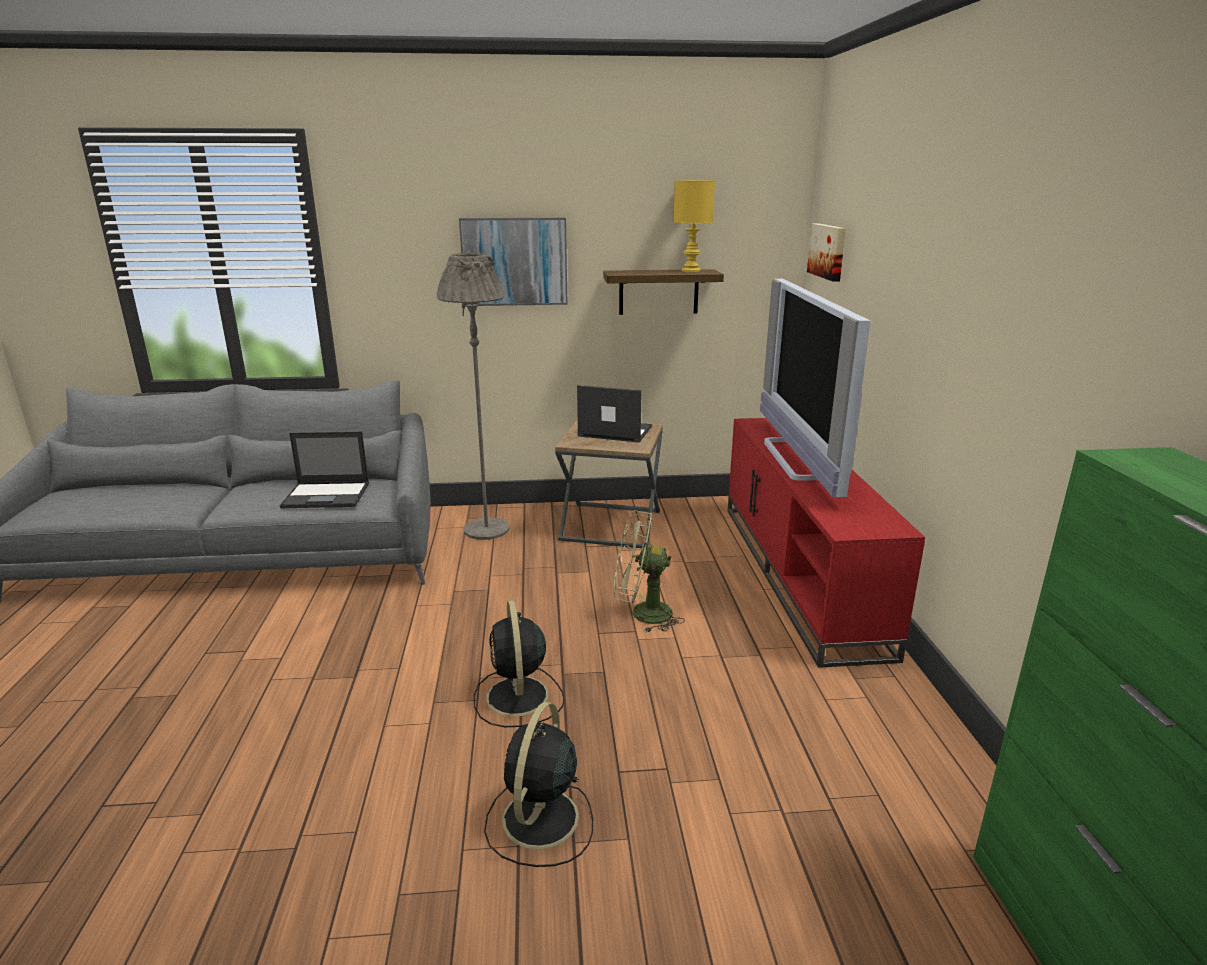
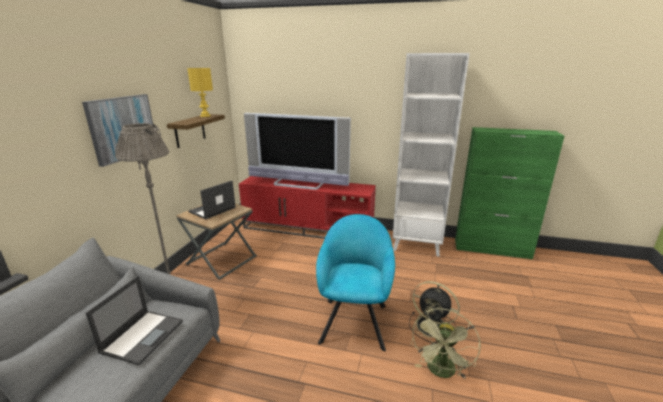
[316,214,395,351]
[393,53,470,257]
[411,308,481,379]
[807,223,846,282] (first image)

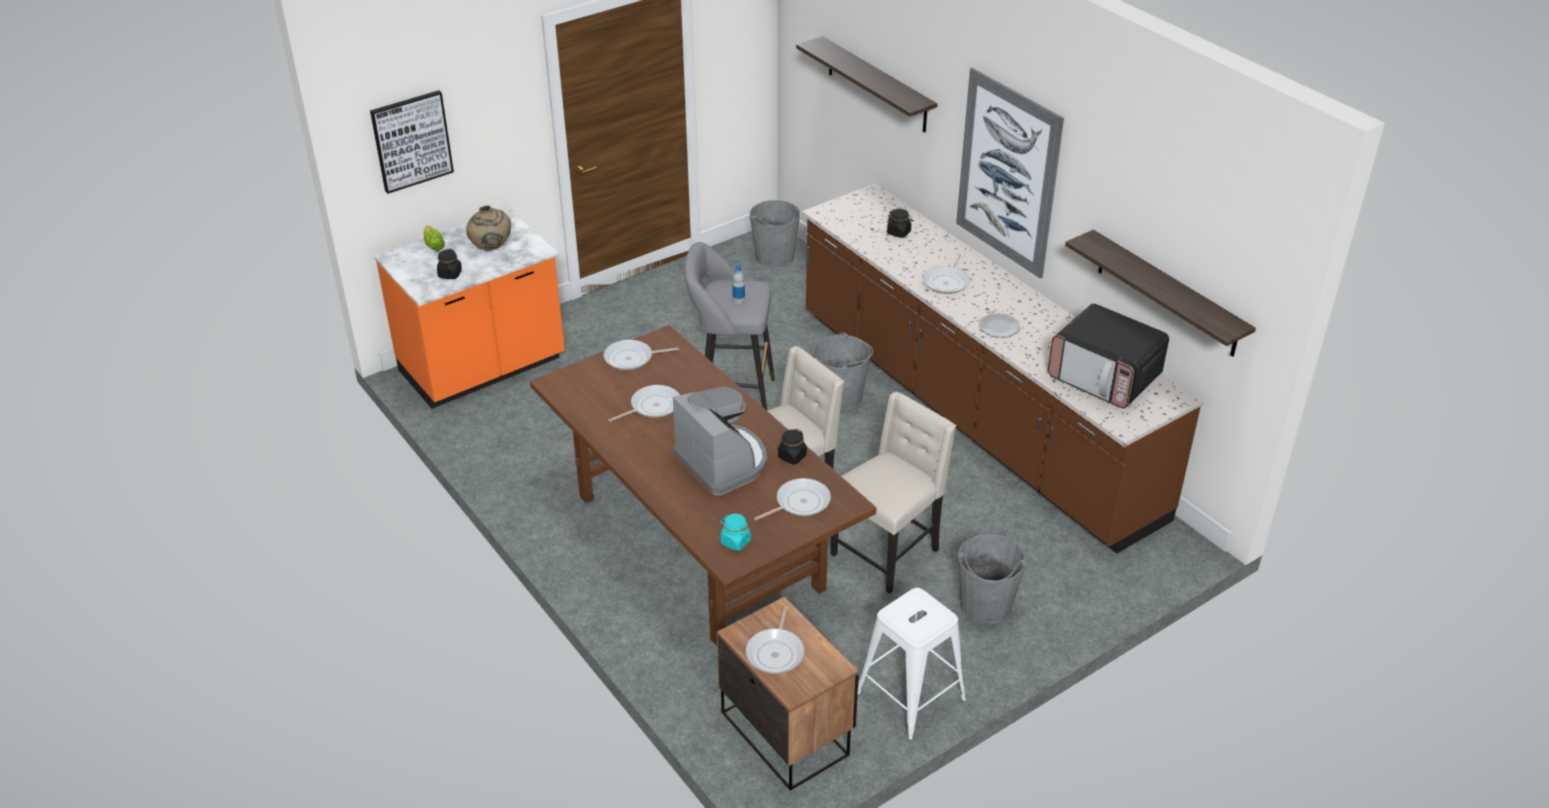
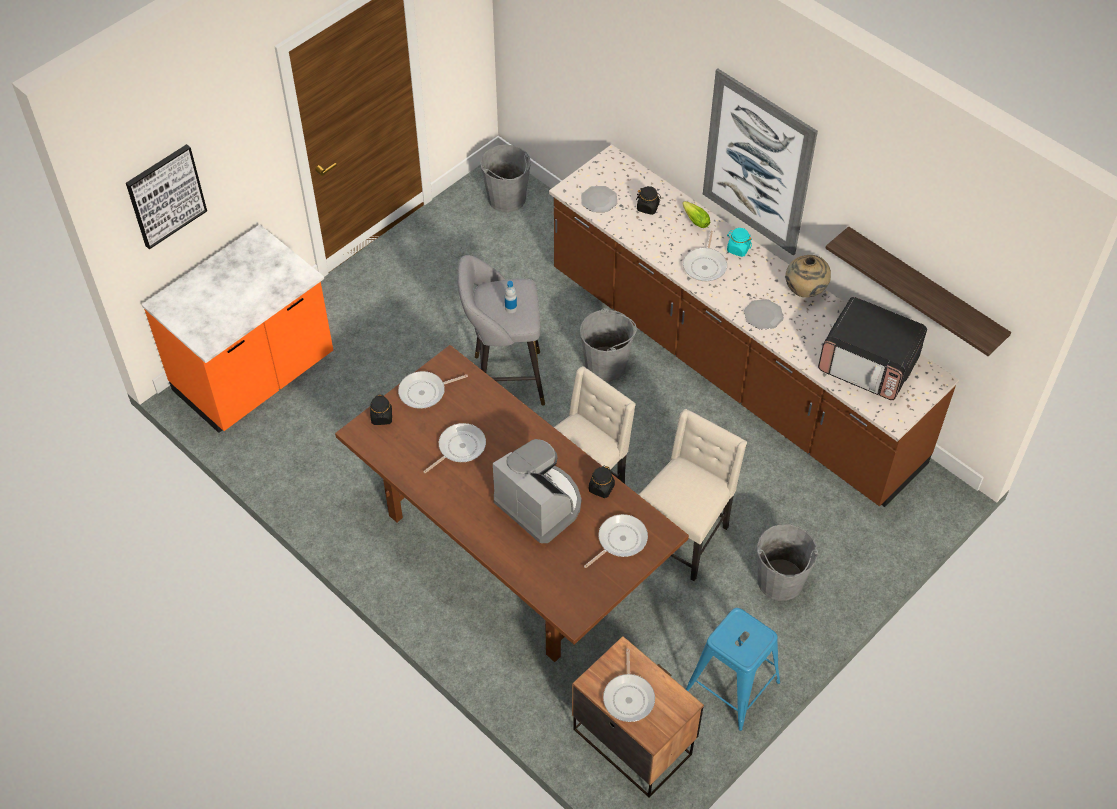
[370,394,392,425]
[581,186,617,212]
[682,201,710,228]
[686,608,780,731]
[727,228,752,257]
[785,255,831,298]
[796,36,937,132] (first image)

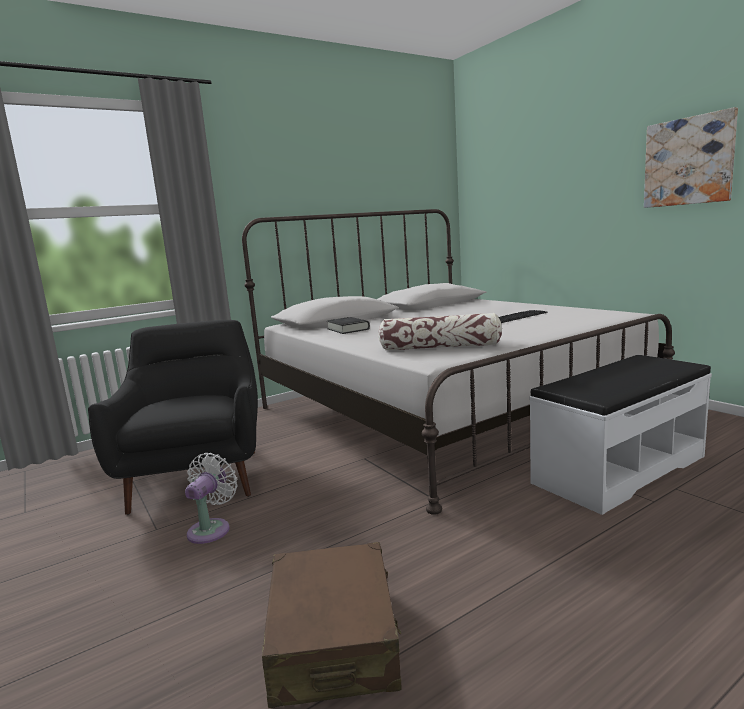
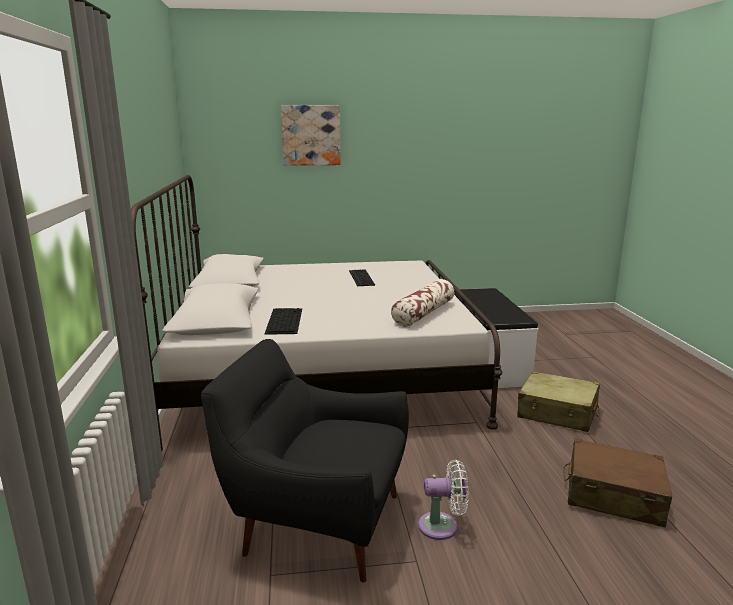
[264,308,302,335]
[281,105,341,166]
[418,460,469,540]
[517,371,600,432]

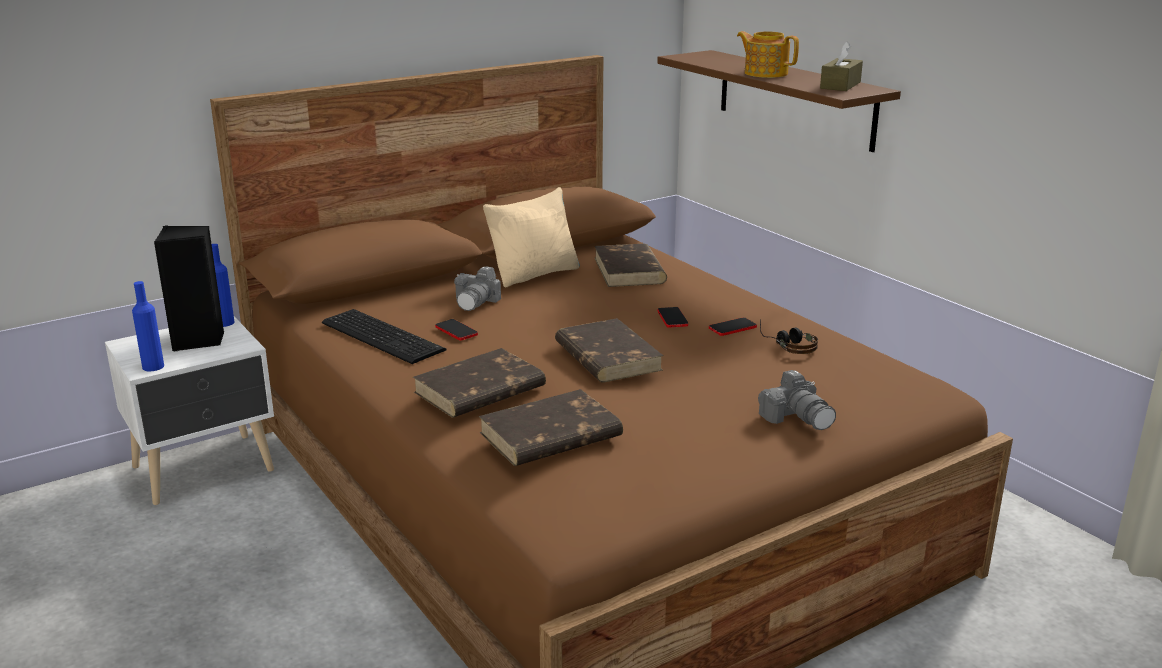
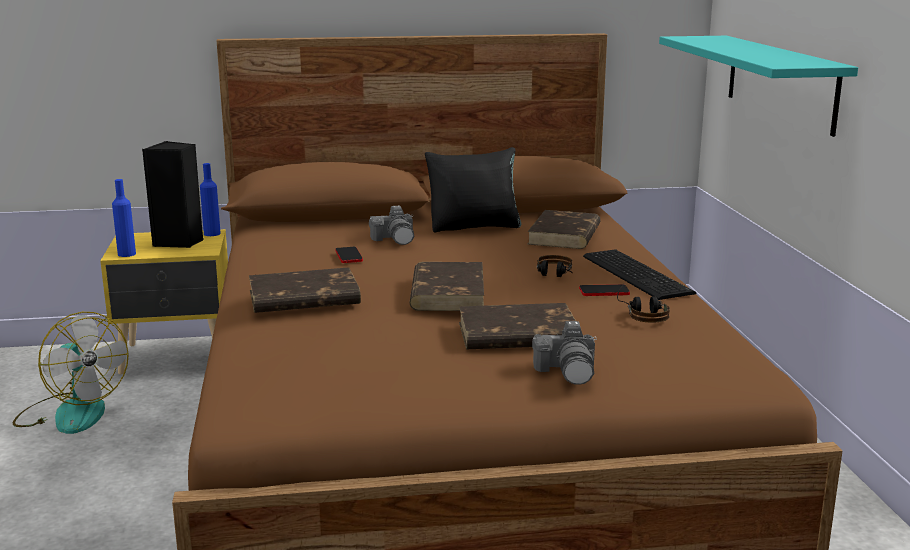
[13,312,129,434]
[100,229,228,374]
[369,206,414,245]
[425,147,521,232]
[459,303,576,349]
[537,255,573,277]
[583,249,696,300]
[659,36,858,137]
[737,31,799,78] (first image)
[820,41,863,91] (first image)

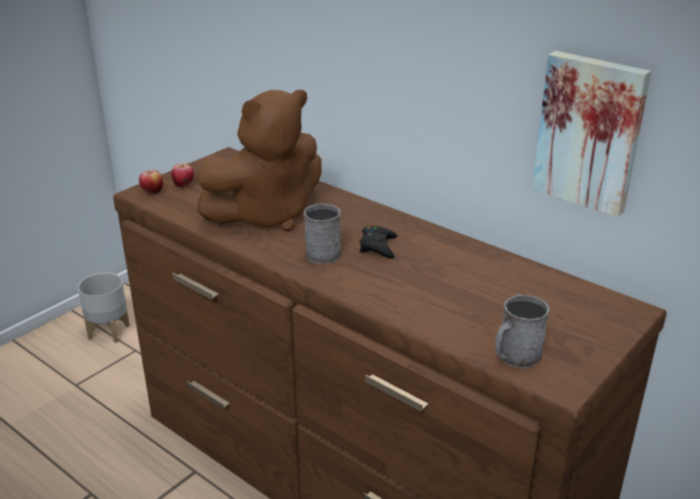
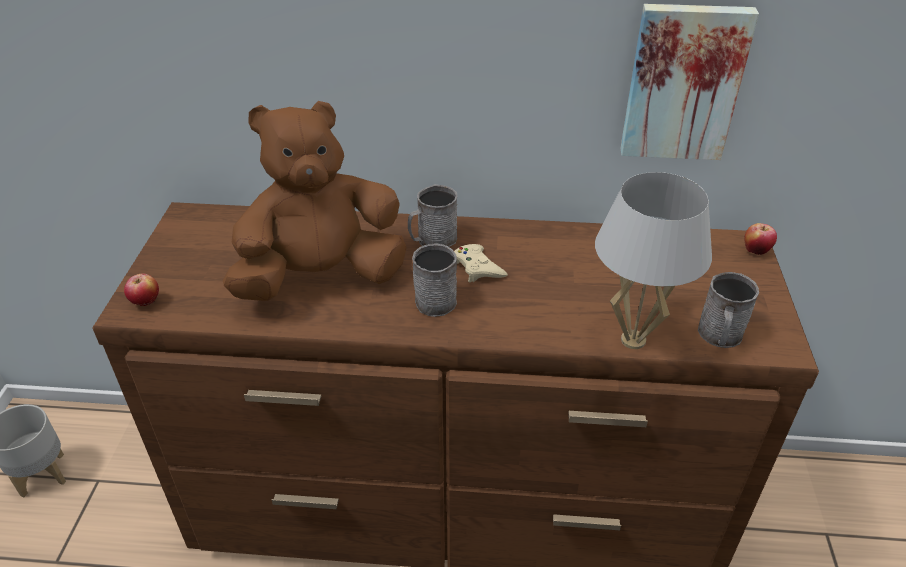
[223,101,407,301]
[408,184,457,247]
[454,244,508,282]
[595,172,712,349]
[744,223,777,255]

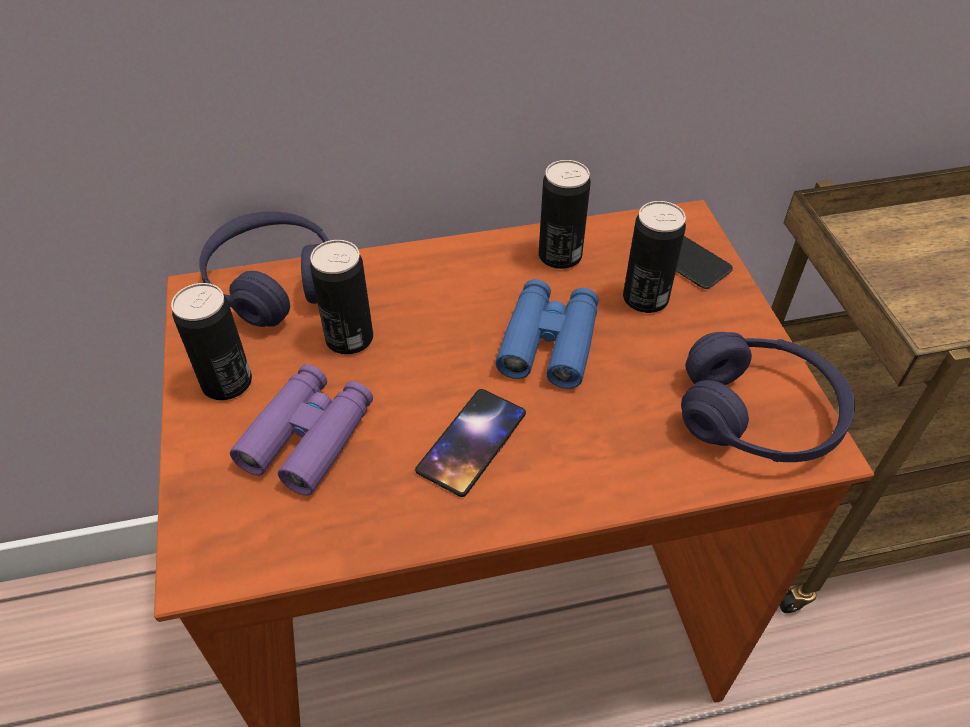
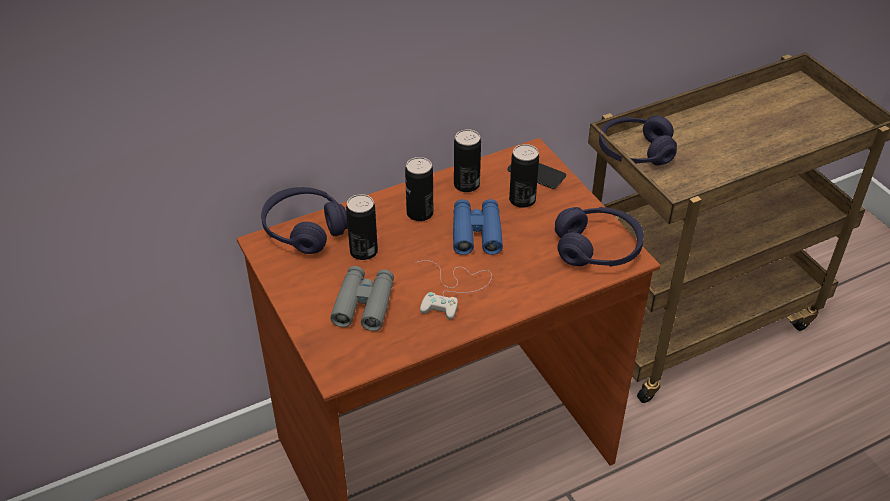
[330,266,394,331]
[405,157,433,221]
[415,260,492,320]
[599,115,677,166]

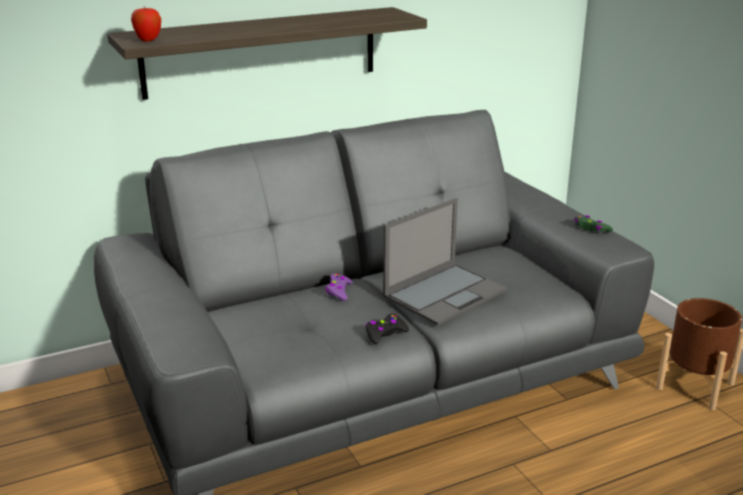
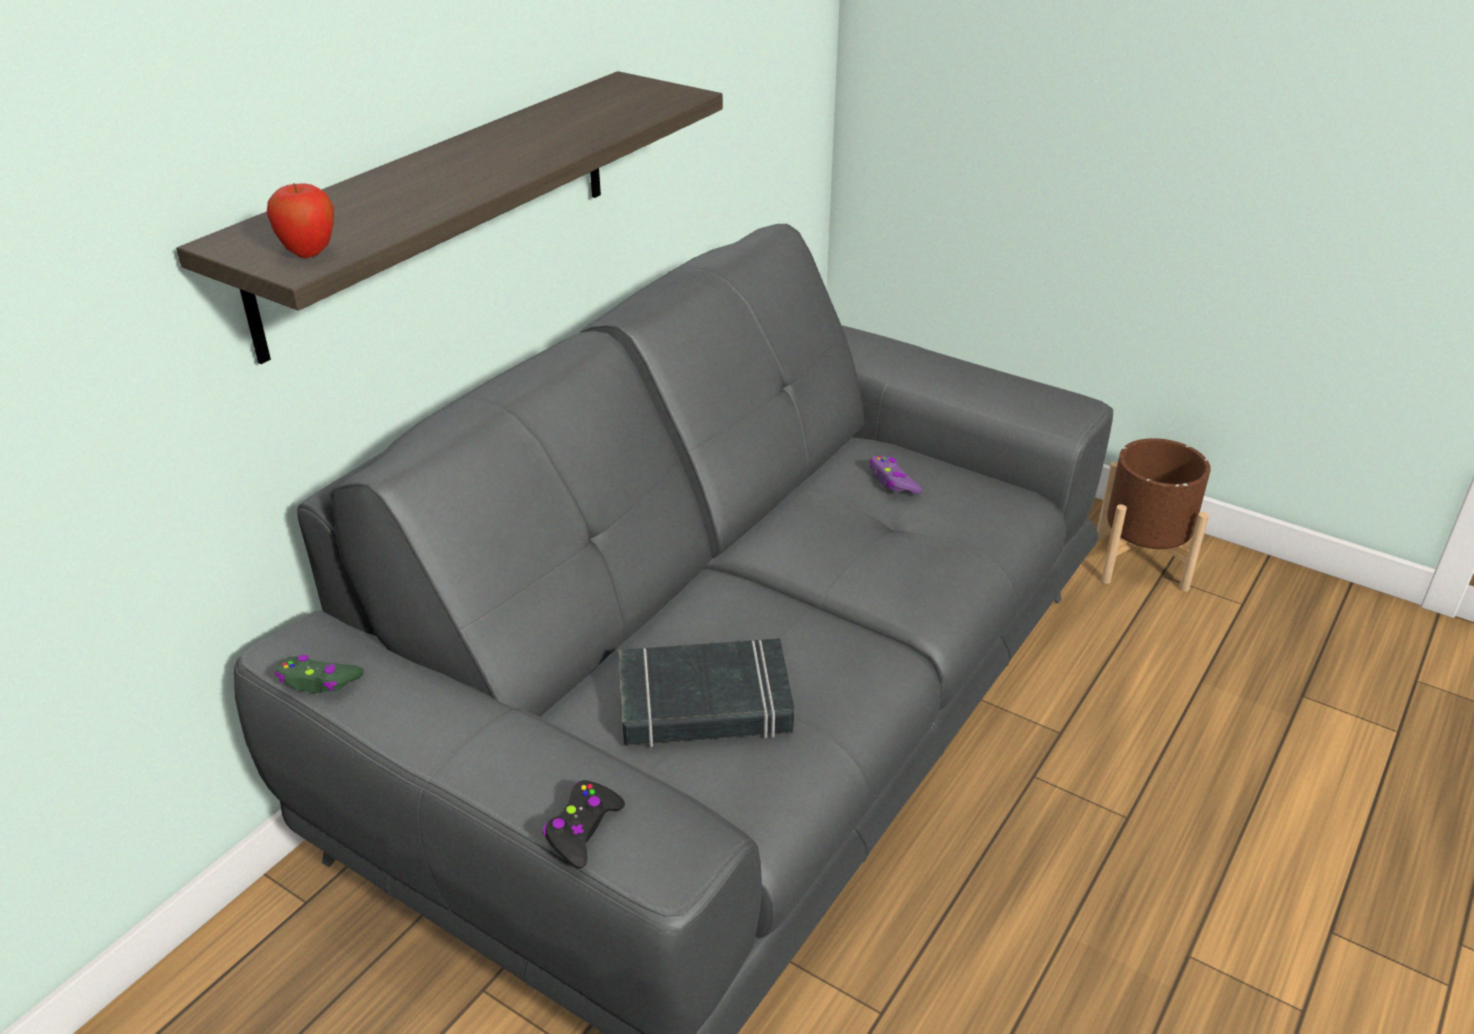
[275,655,364,693]
[543,780,625,869]
[619,638,794,747]
[870,456,922,494]
[383,198,508,326] (first image)

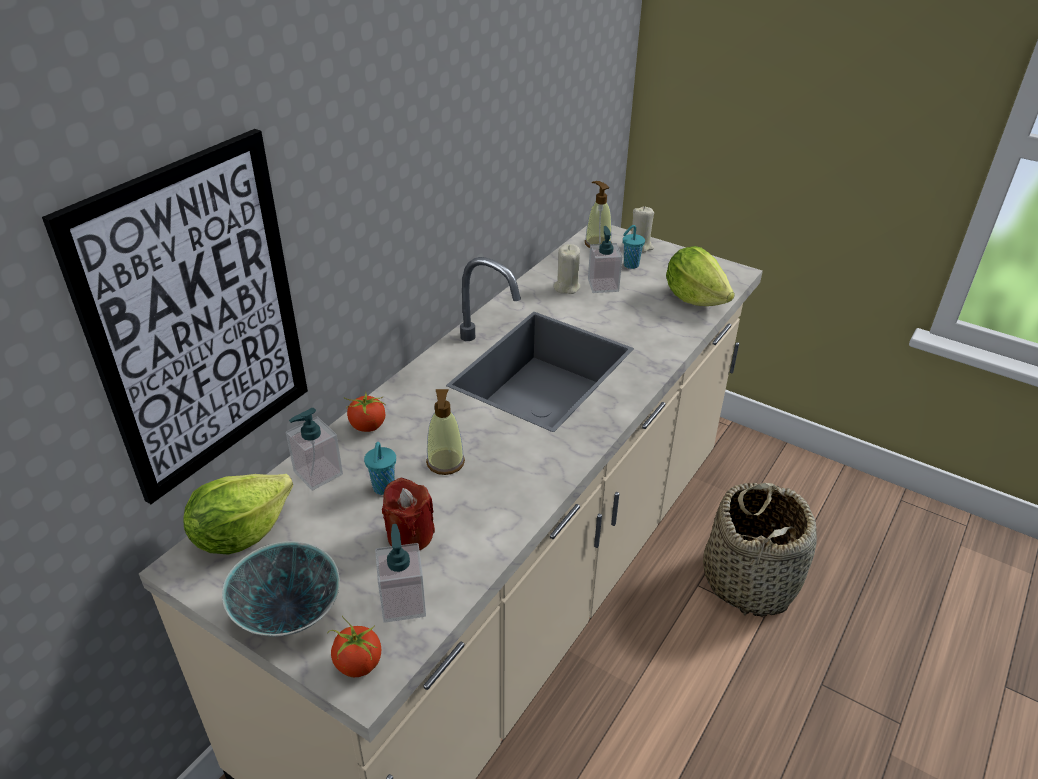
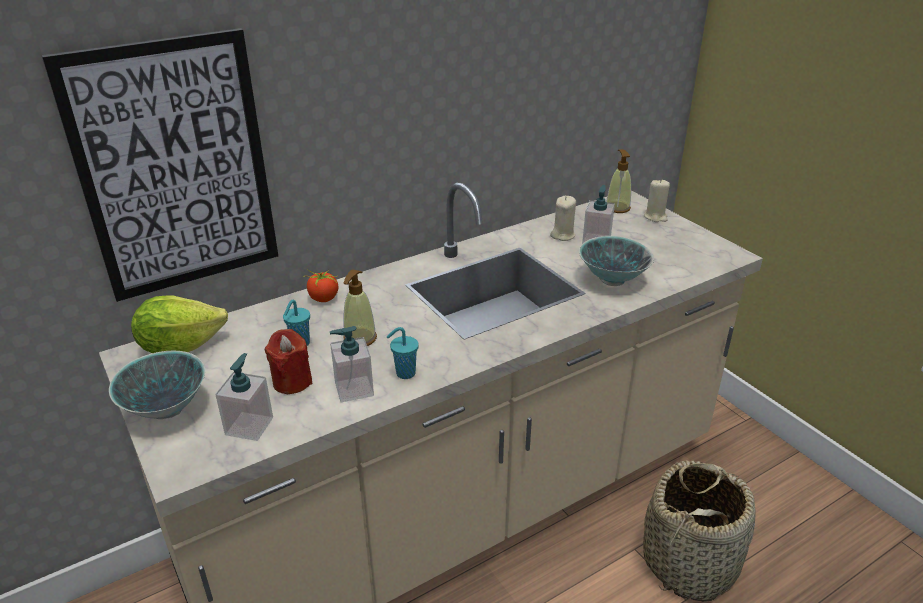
[330,326,374,402]
[387,327,419,379]
[579,236,654,286]
[327,616,381,677] (first image)
[666,246,735,306] (first image)

